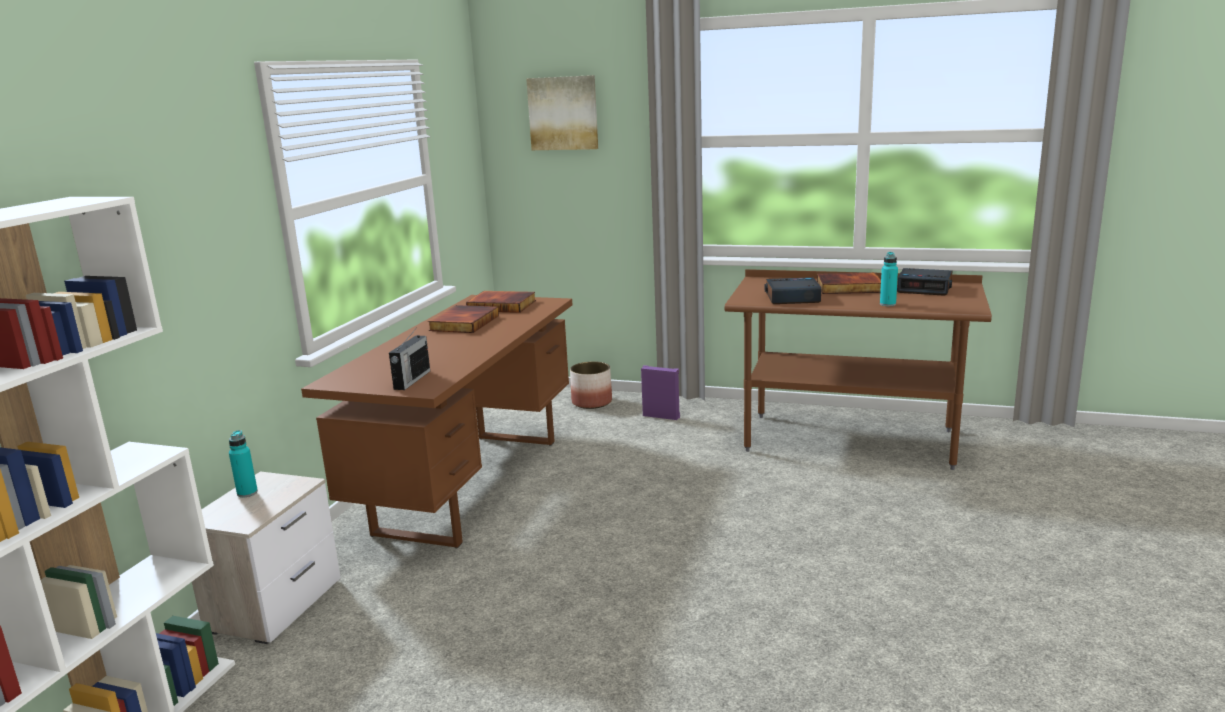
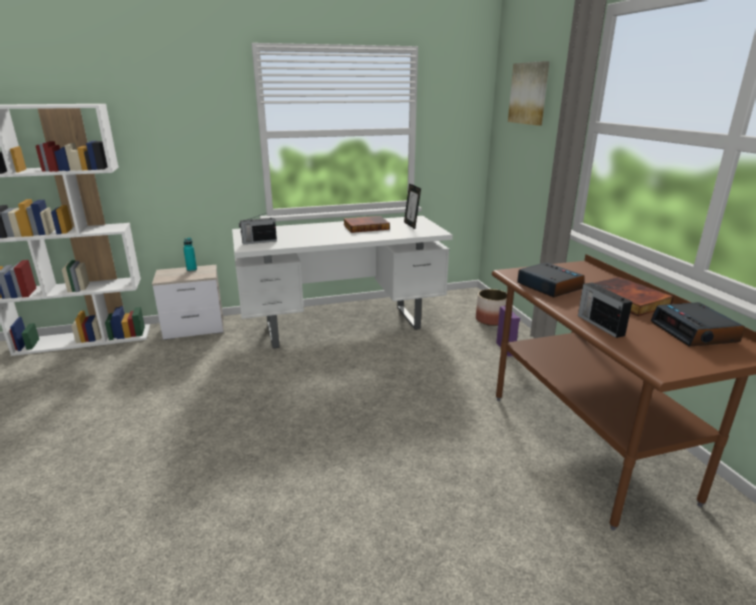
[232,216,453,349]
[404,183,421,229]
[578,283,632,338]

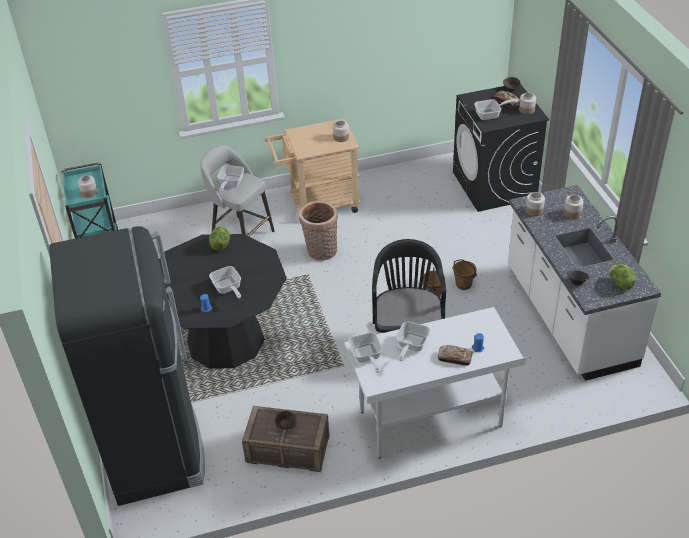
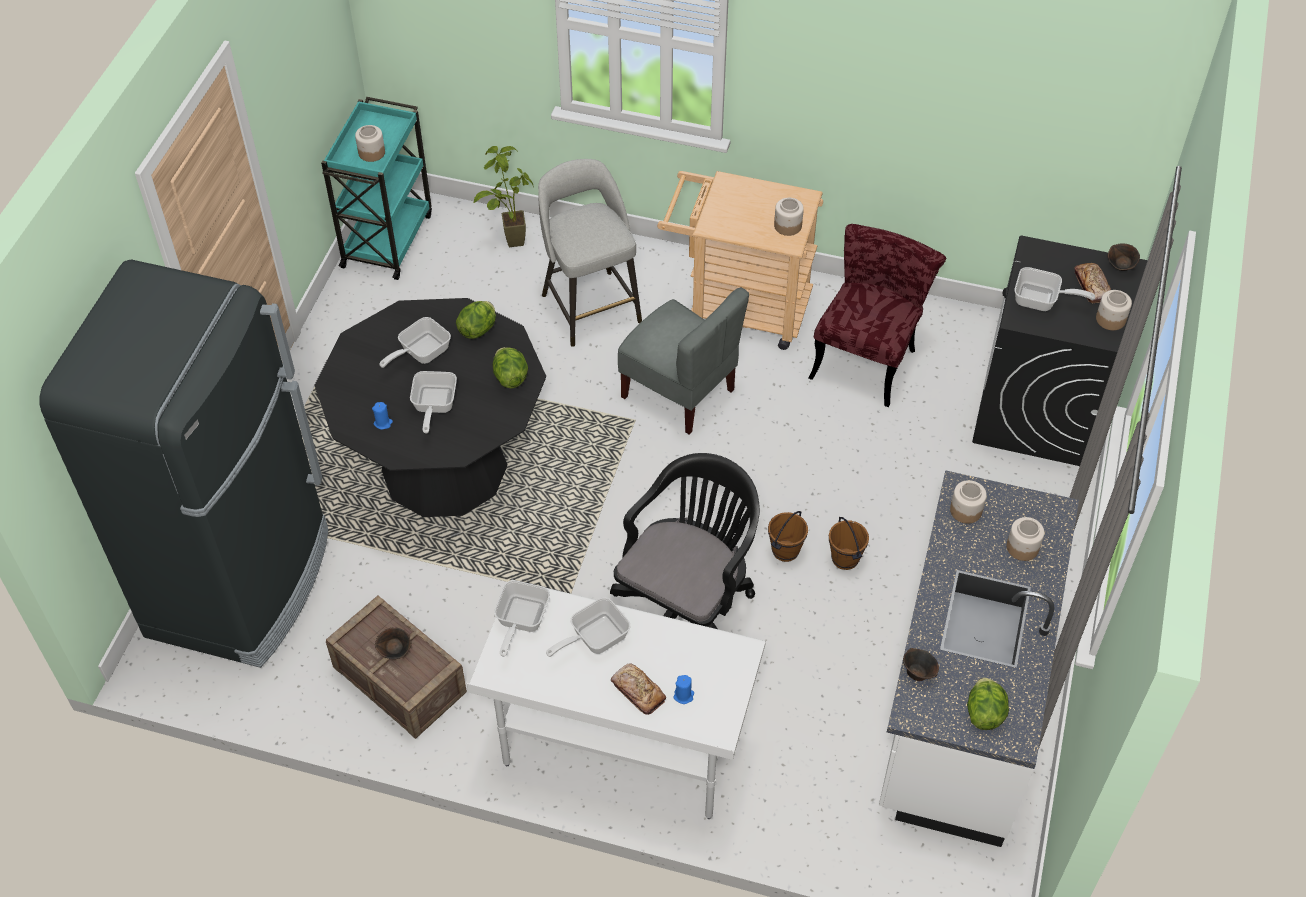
[379,317,451,368]
[474,146,534,247]
[493,347,528,388]
[618,288,749,434]
[809,224,946,407]

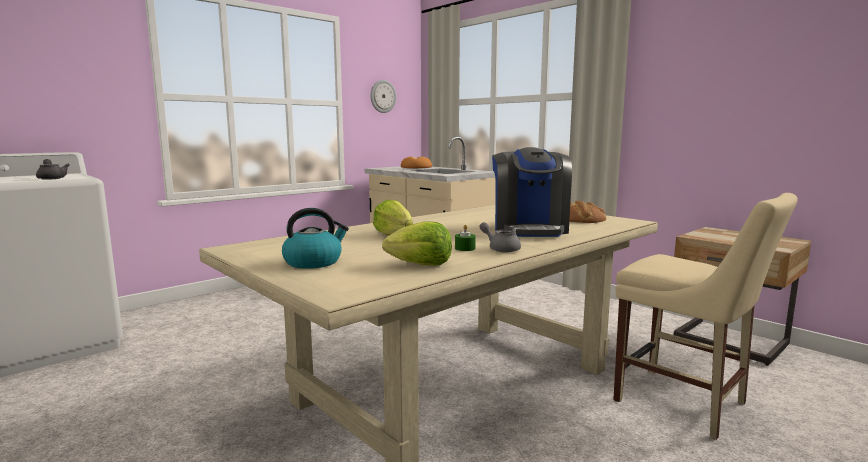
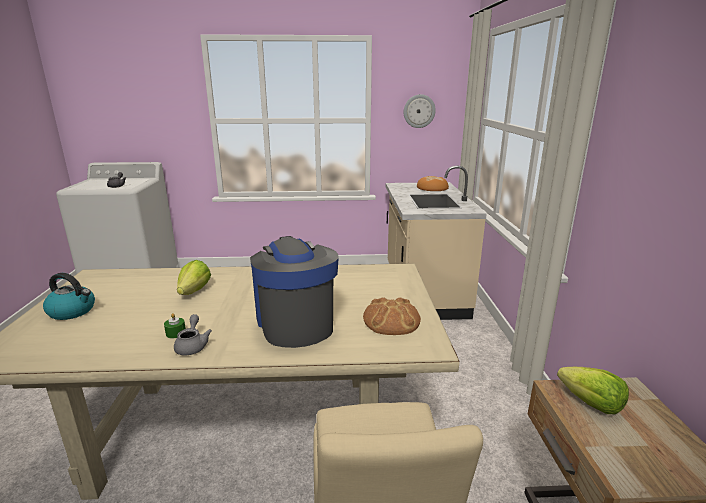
[250,236,339,348]
[557,367,629,414]

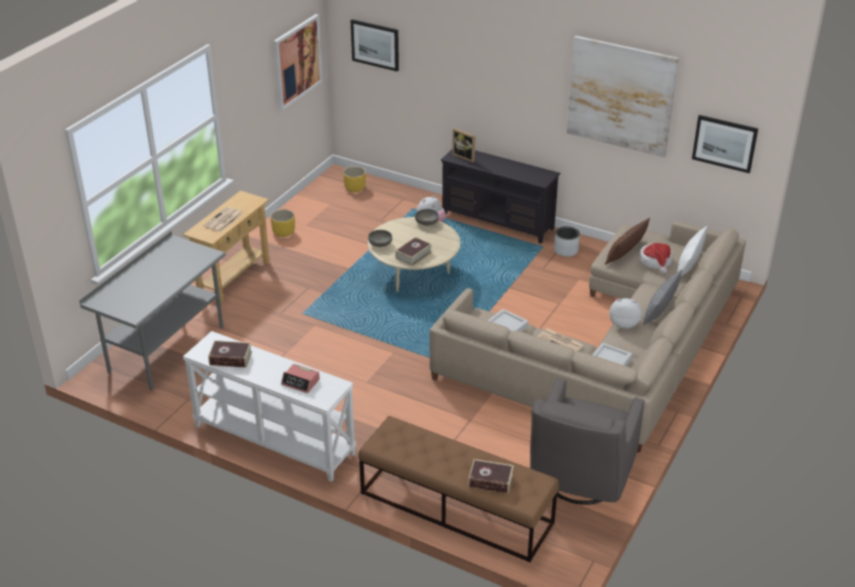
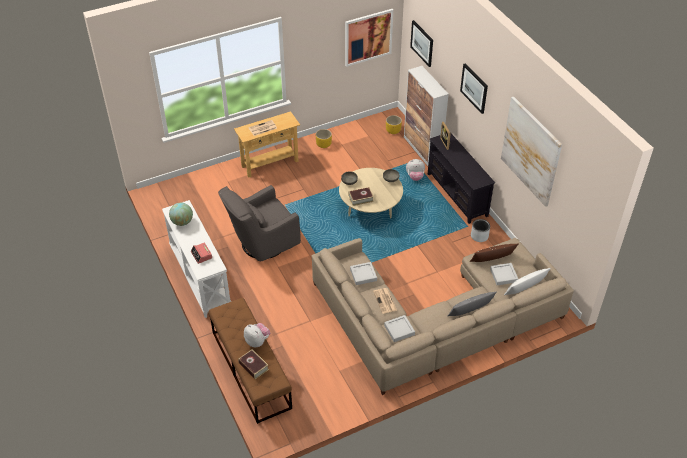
[169,202,193,226]
[218,185,301,262]
[244,323,270,347]
[404,66,449,166]
[460,64,488,114]
[490,263,518,285]
[79,231,226,391] (first image)

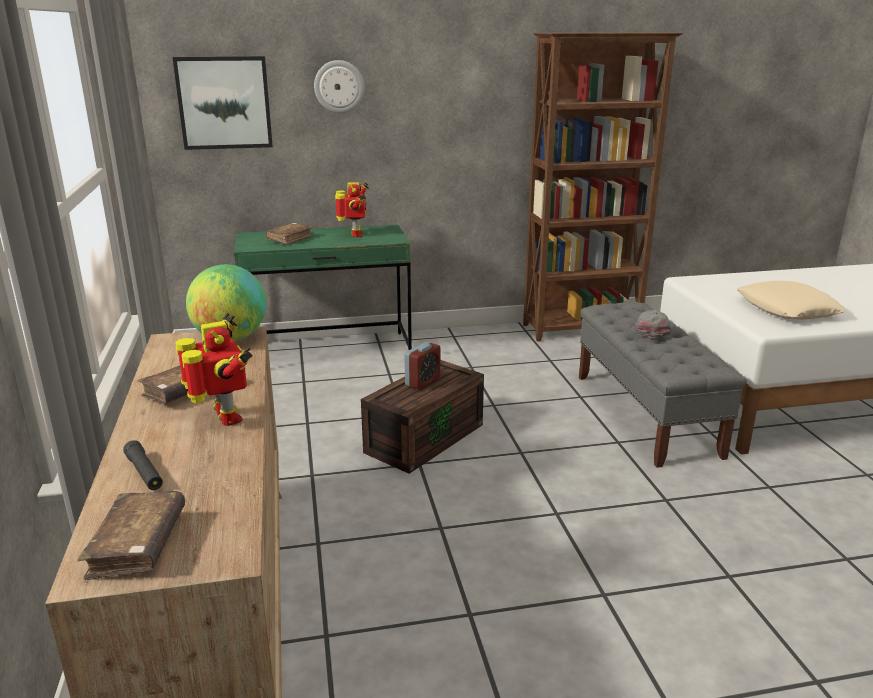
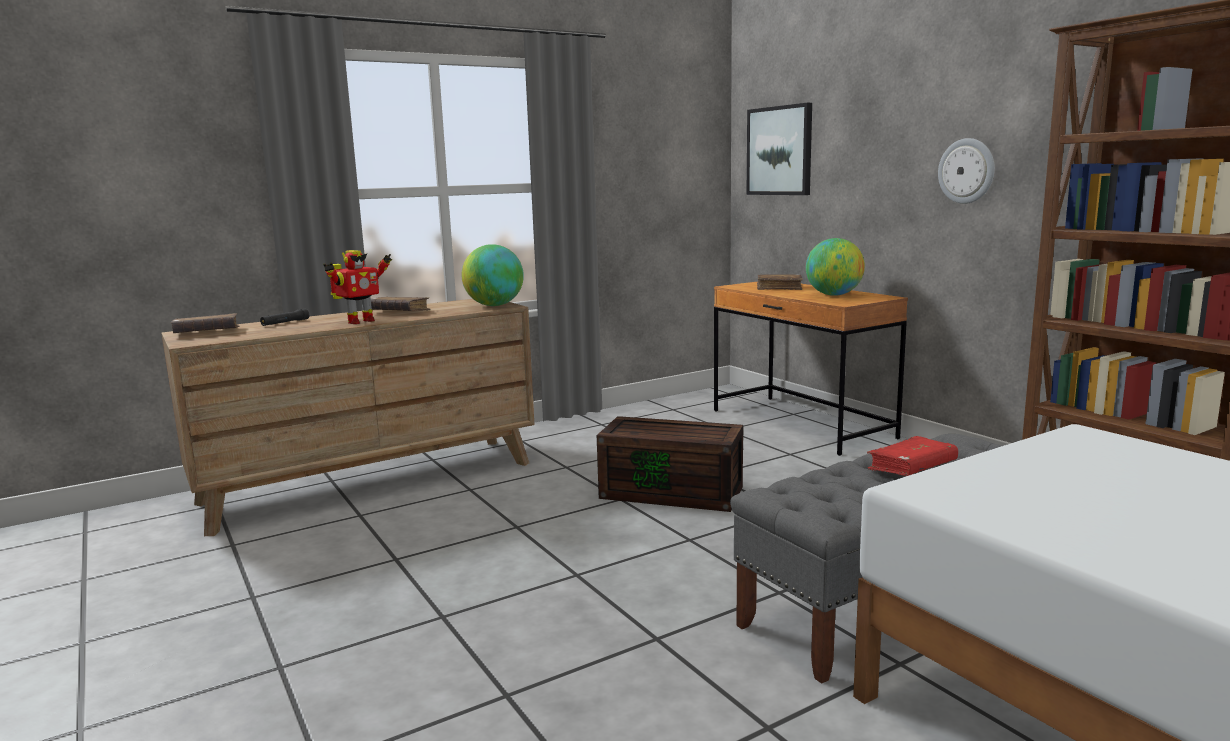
[714,281,908,456]
[806,238,865,296]
[867,436,958,476]
[938,138,995,204]
[404,342,440,389] (first image)
[737,281,846,320] (first image)

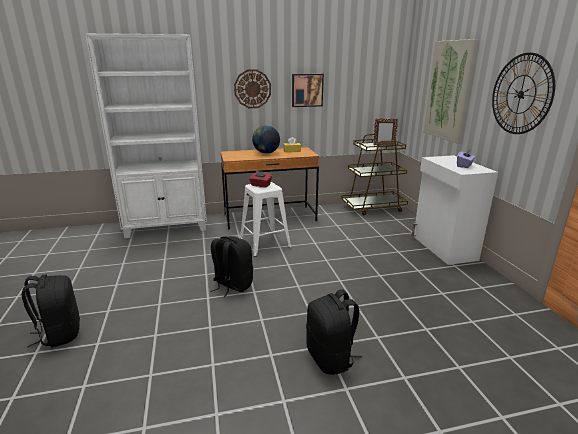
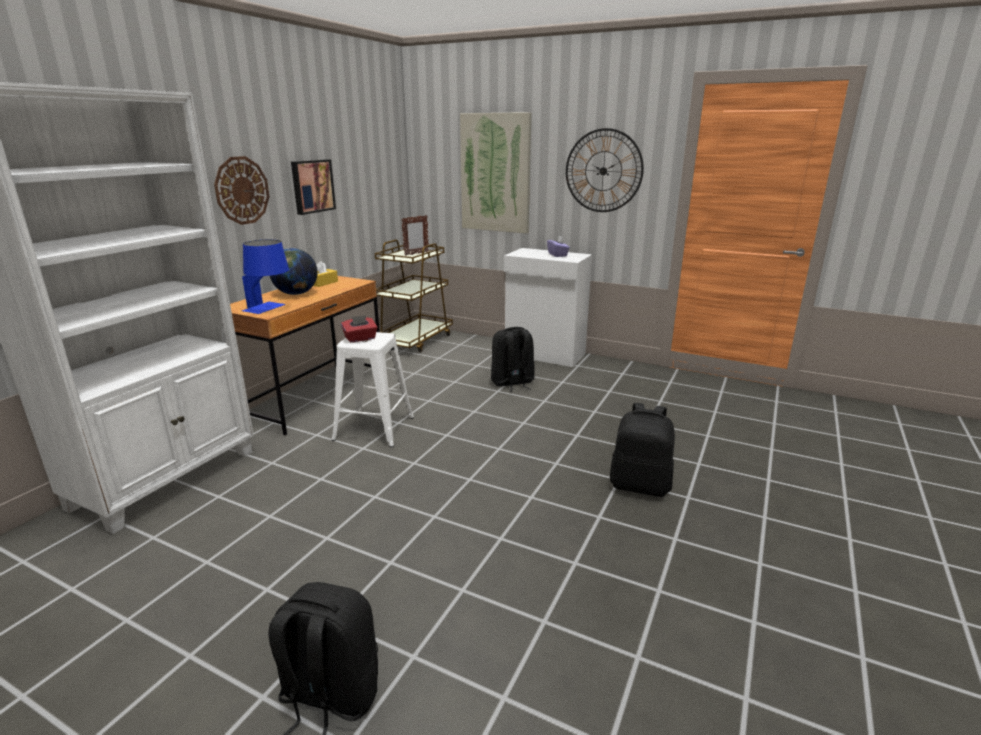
[242,240,289,314]
[491,327,534,392]

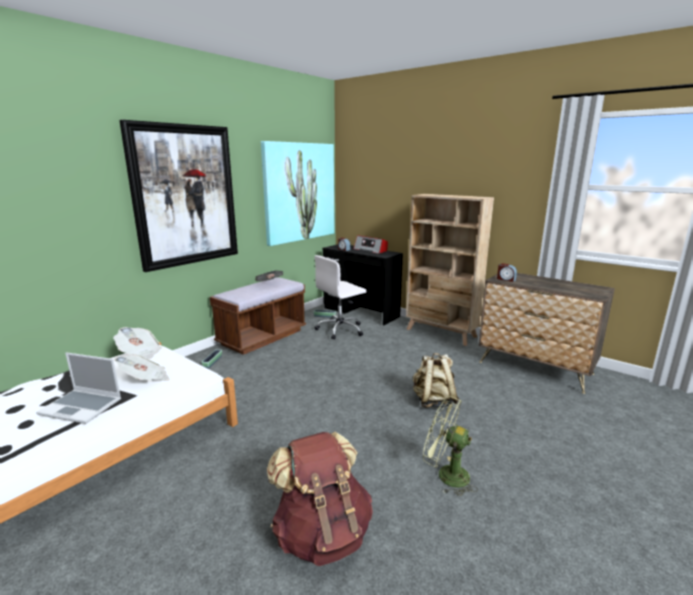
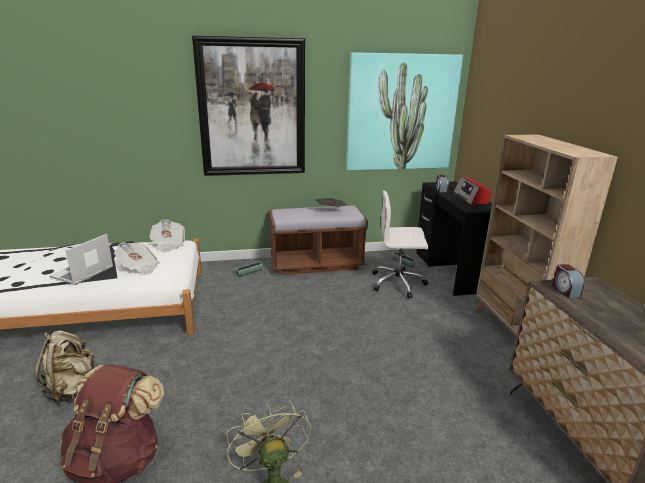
[34,330,97,404]
[49,234,113,285]

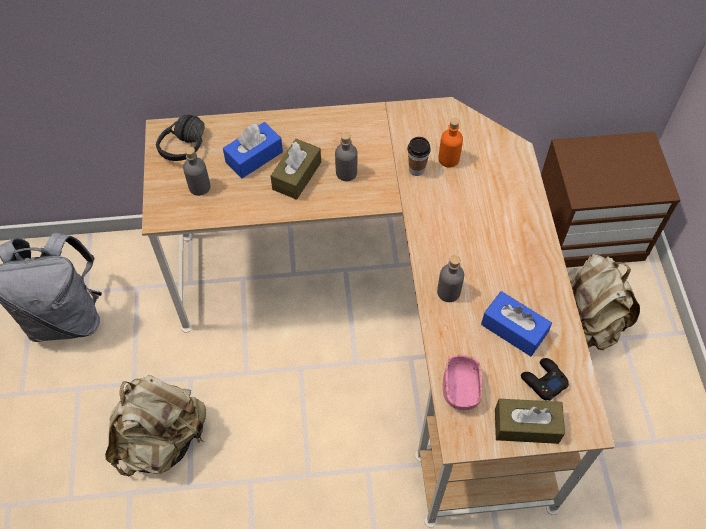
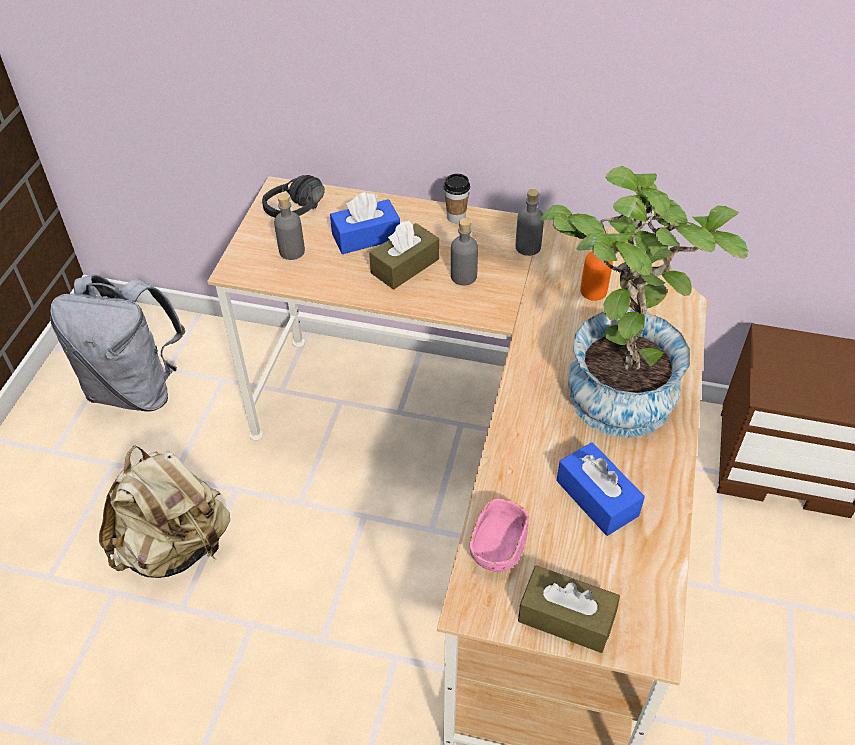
[444,174,470,223]
[516,189,544,256]
[540,166,748,438]
[521,358,569,401] (first image)
[568,254,640,350] (first image)

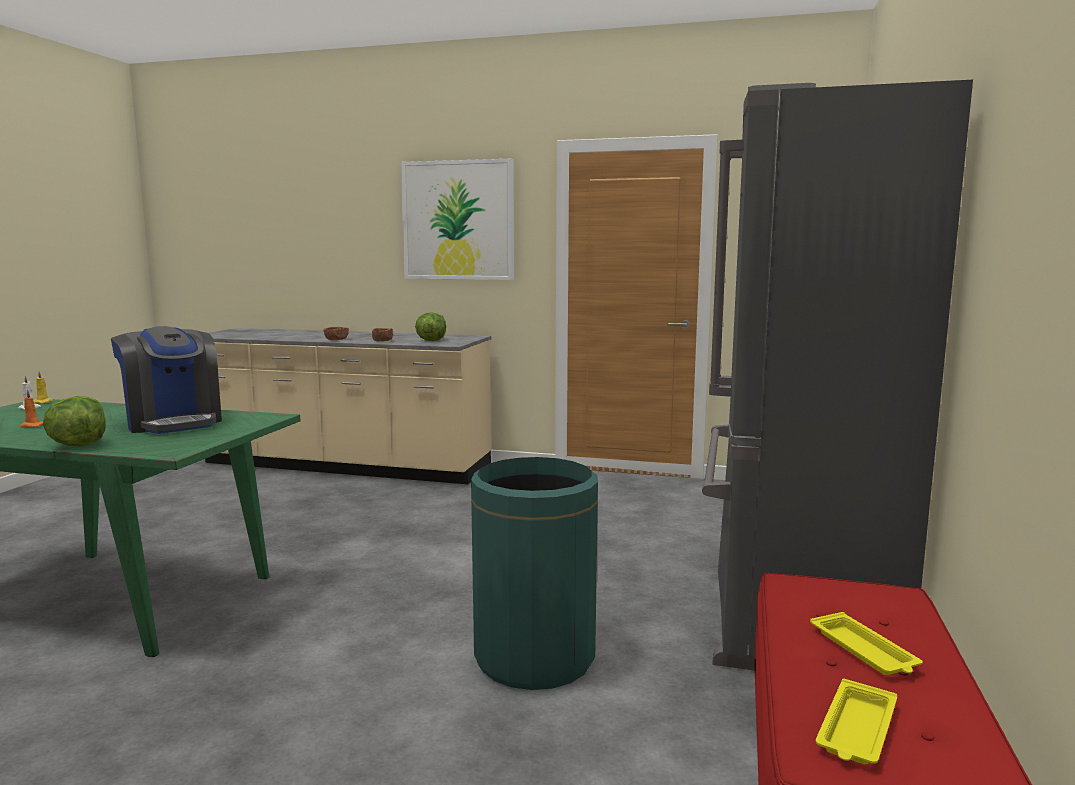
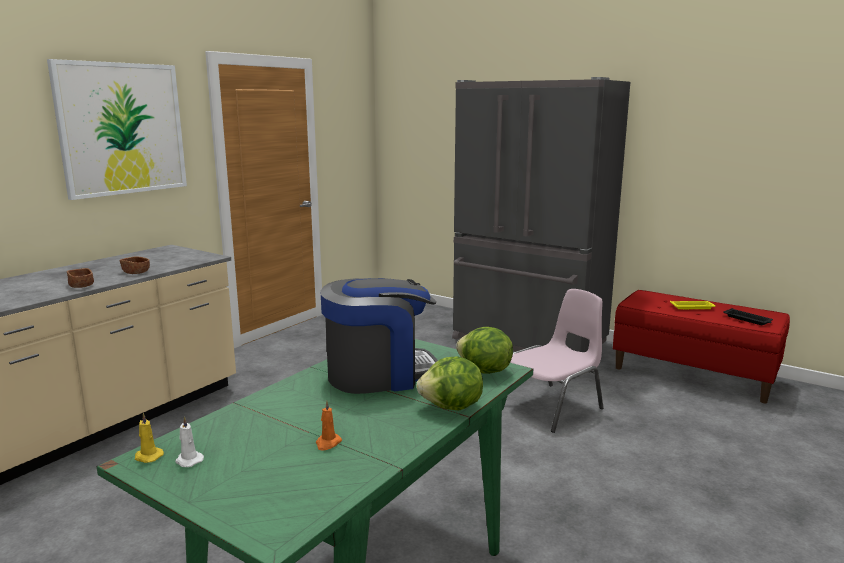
[456,327,513,374]
[510,289,604,433]
[723,308,773,325]

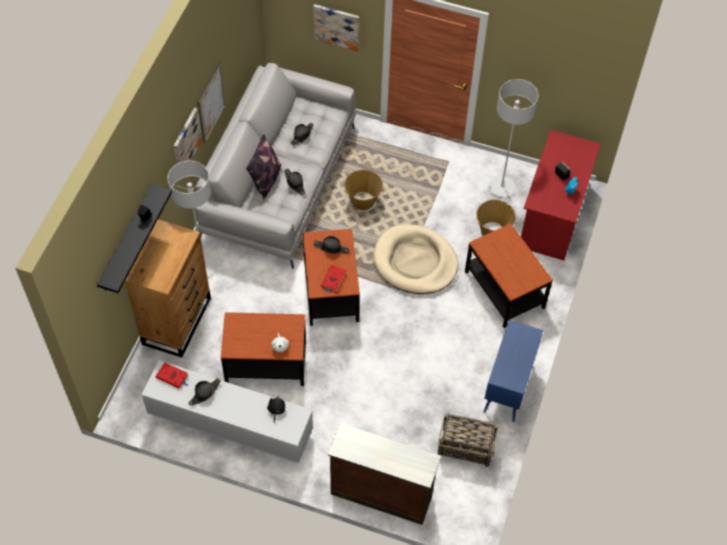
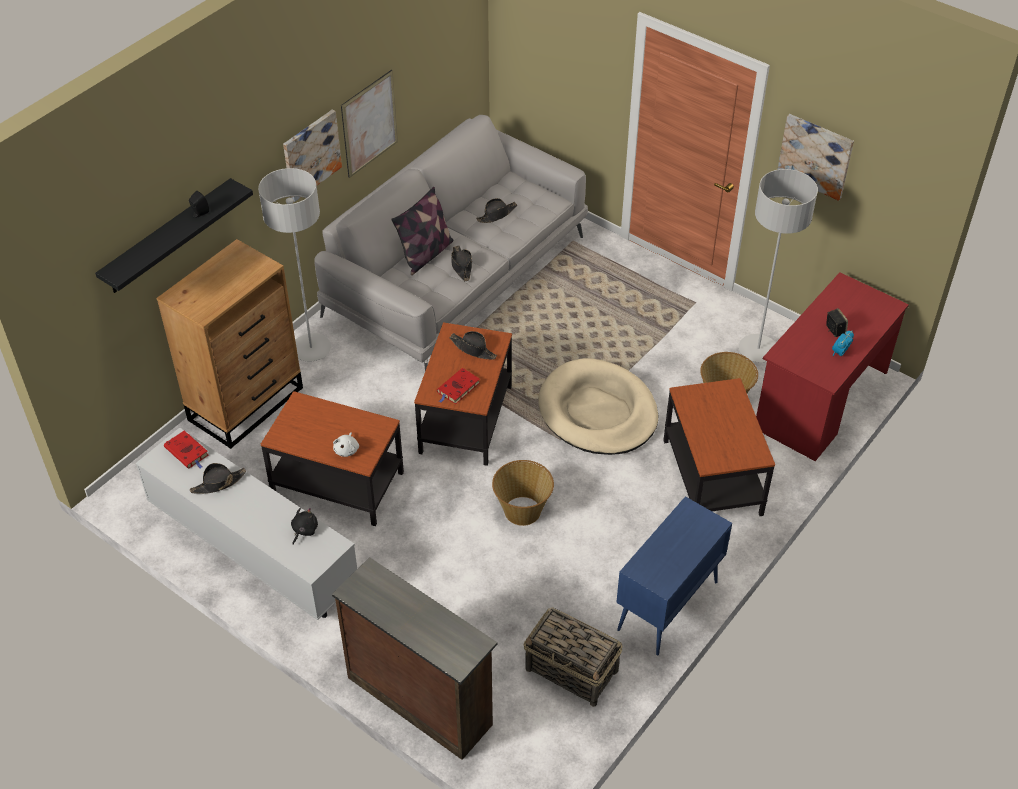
[492,460,554,526]
[777,114,854,201]

